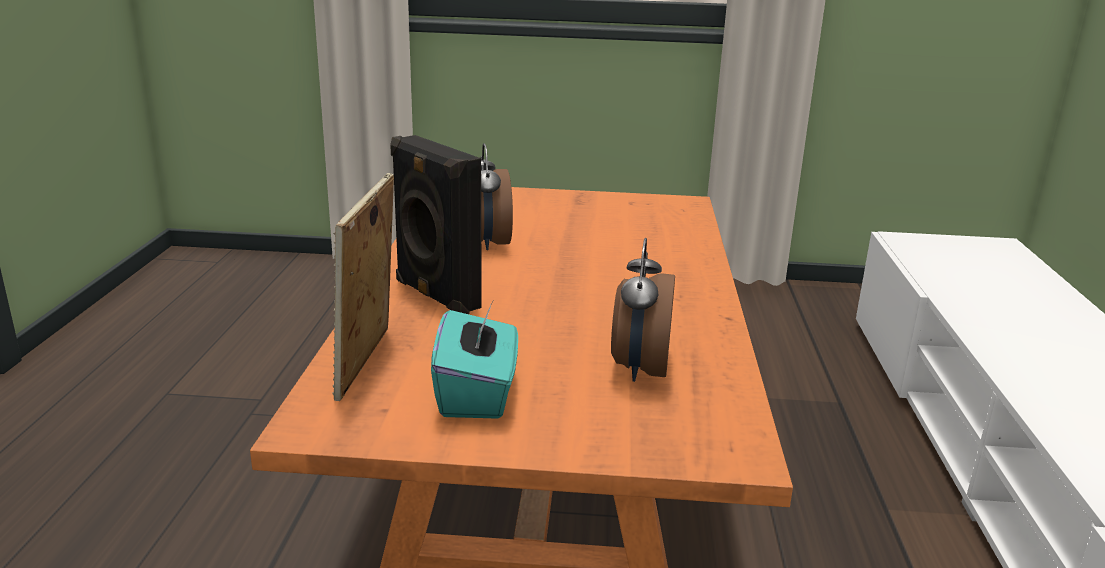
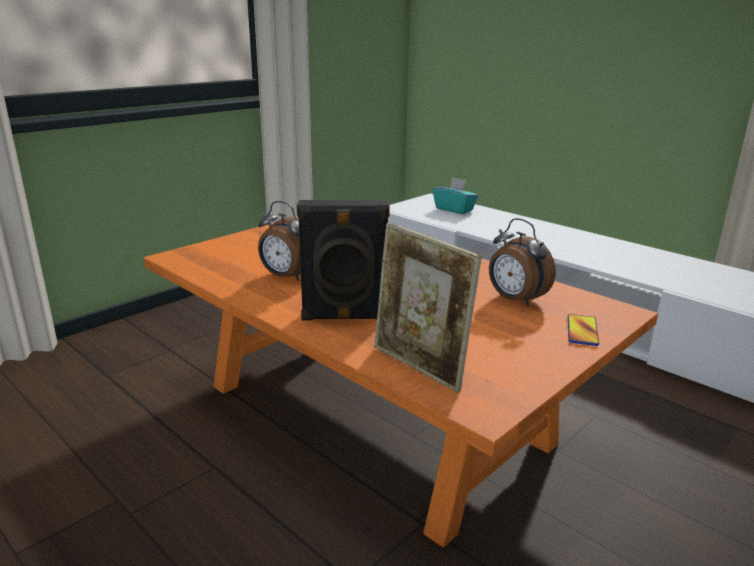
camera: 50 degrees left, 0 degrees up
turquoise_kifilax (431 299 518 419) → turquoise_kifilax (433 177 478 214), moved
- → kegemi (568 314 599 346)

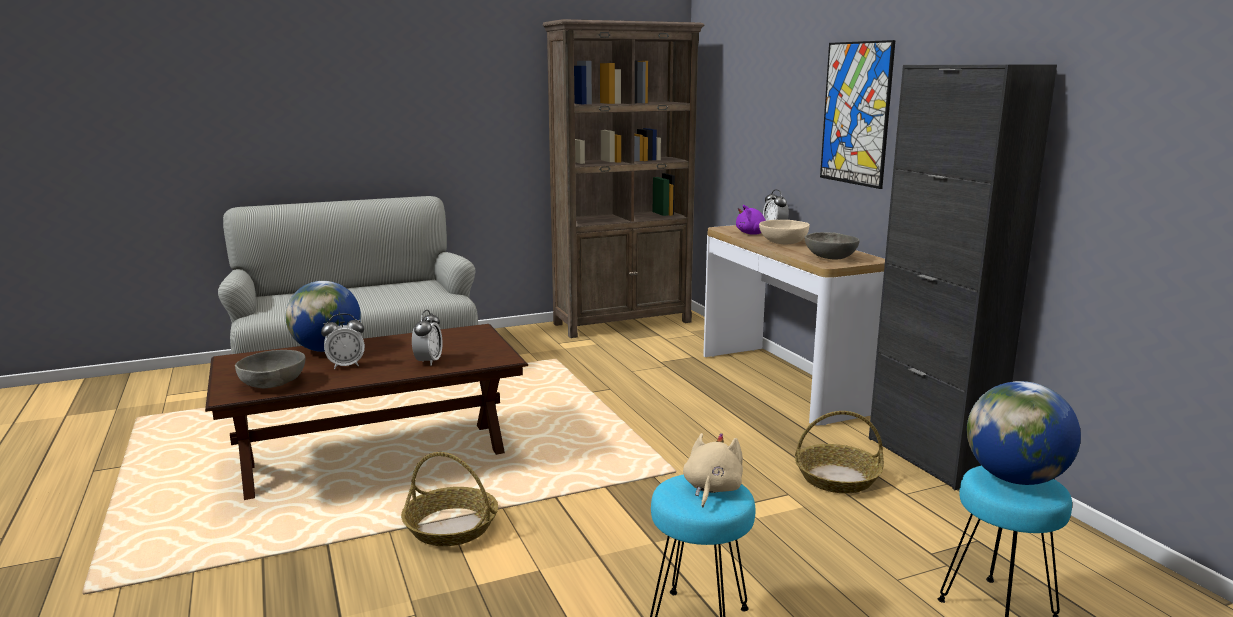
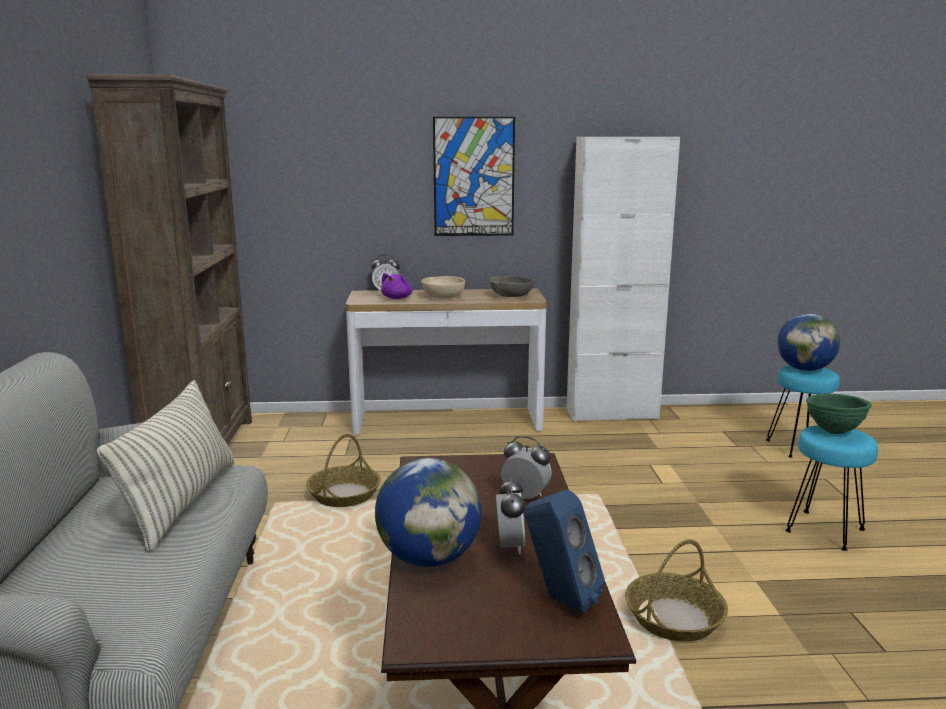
camera: 70 degrees left, 0 degrees up
- → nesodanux (97 380 234 553)
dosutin (795 411 884 493) → dosutin (306 434 381 507), moved
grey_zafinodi (235 350 305 388) → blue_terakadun (525 489 605 613)
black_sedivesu (869 64 1057 490) → white_sedivesu (567 137 680 422)
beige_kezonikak (683 433 743 508) → green_zafinodi (806 394 872 434)

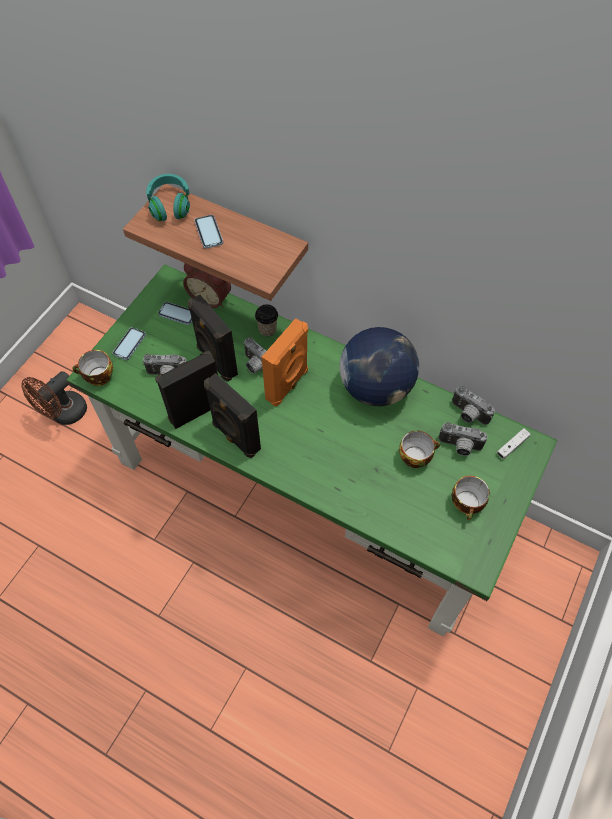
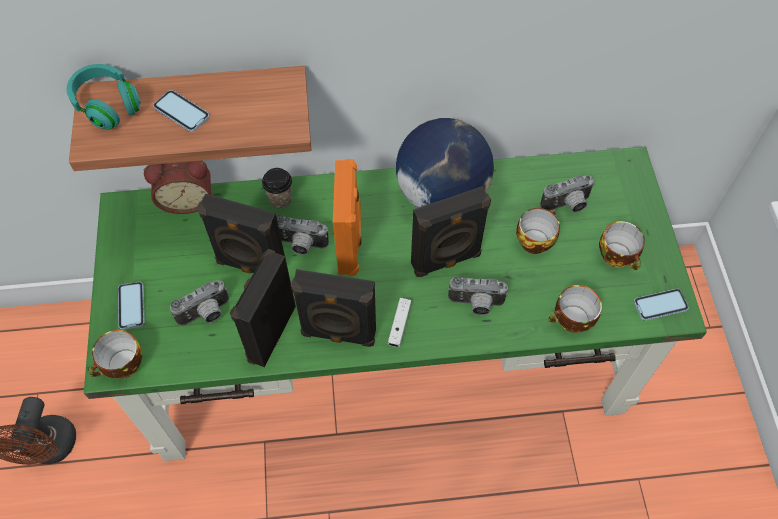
camera: 35 degrees left, 0 degrees up
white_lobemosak (497 428 531 459) → white_lobemosak (388 298 411 347), moved
- → black_terakadun (411 186 491 277)
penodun (452 386 495 425) → penodun (448 276 508 315), moved
- → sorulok (548 285 602 333)
kegemi (158 302 192 325) → kegemi (634 289 689 321), moved

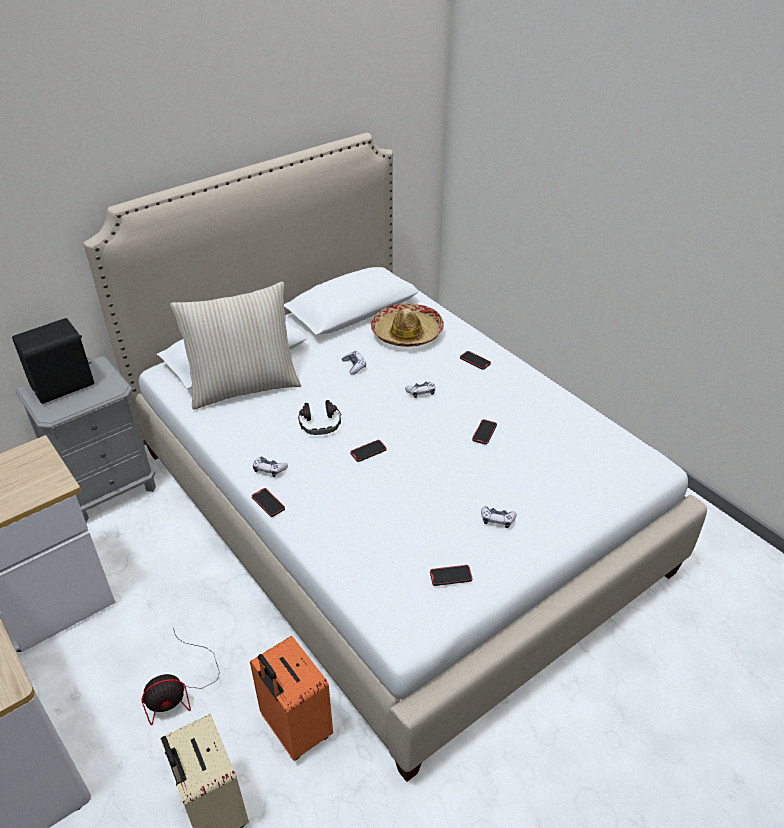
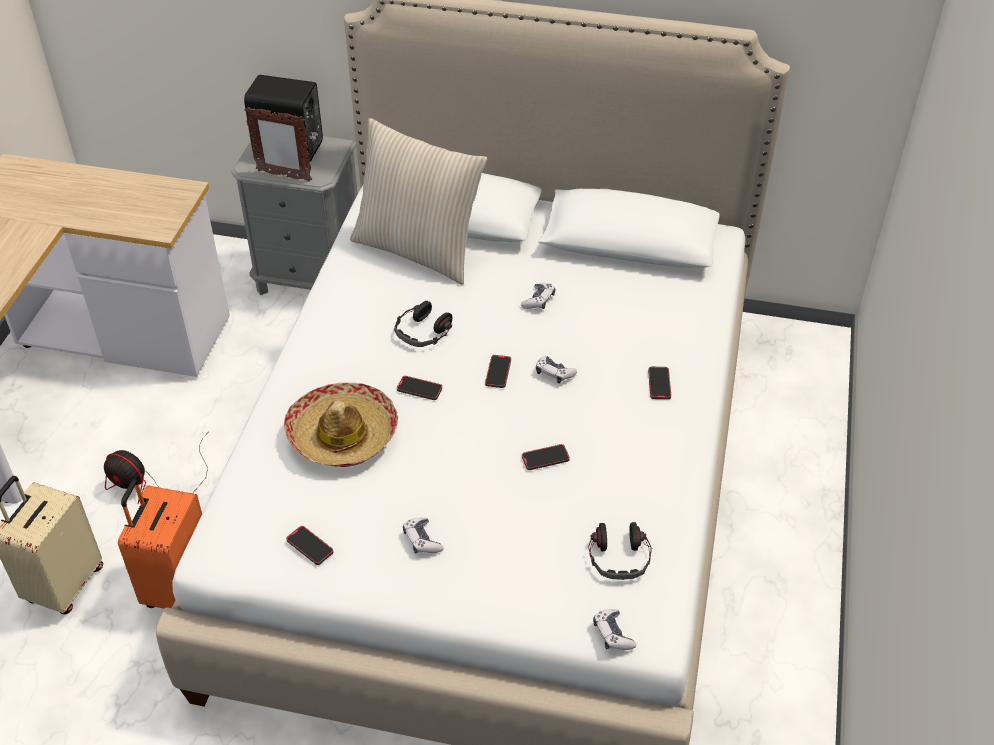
camera: 50 degrees right, 5 degrees up
- → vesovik (245 107 312 182)
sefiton (371 303 444 347) → sefiton (284 383 398 467), moved
kegemi (252 488 285 517) → kegemi (485 355 511 388), moved
- → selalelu (588 522 652 580)
lobemosak (253 456 288 477) → lobemosak (593 609 636 650), moved

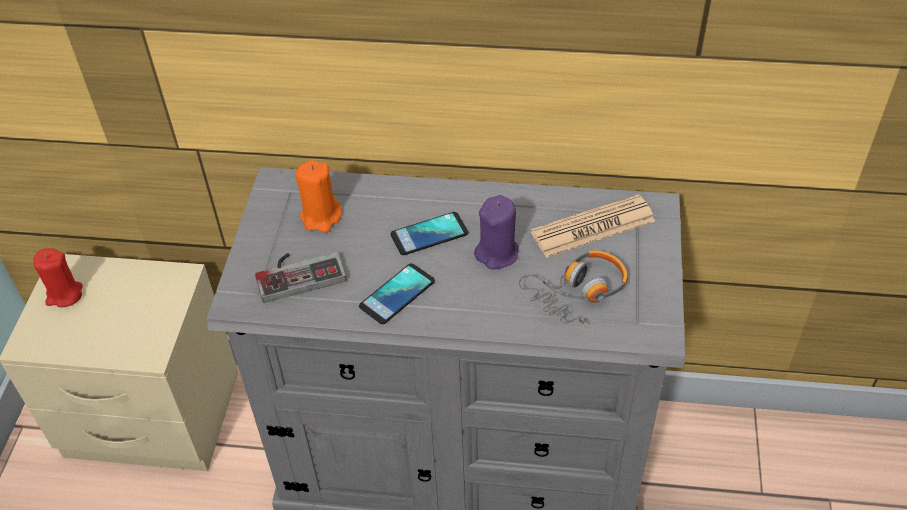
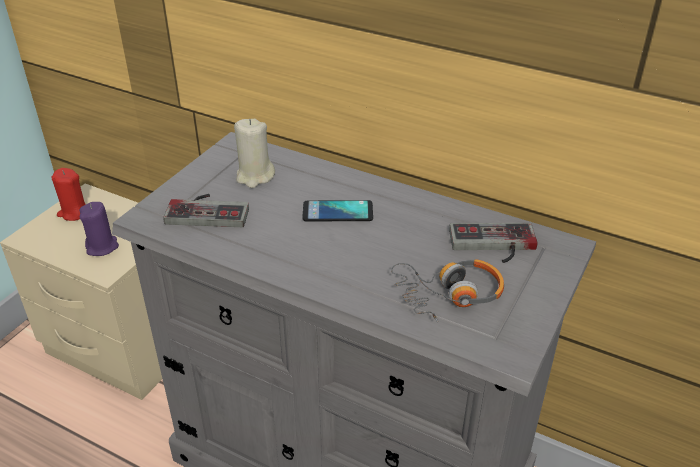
camera: 20 degrees right, 10 degrees down
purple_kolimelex (474 195 519 269) → purple_kolimelex (79 202 119 256), moved
orange_kolimelex (296 160 342 233) → beige_kolimelex (234 119 275 188)
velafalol (530 194 655 258) → lobemosak (449 223 538 263)
kegemi (359 263 435 324) → -

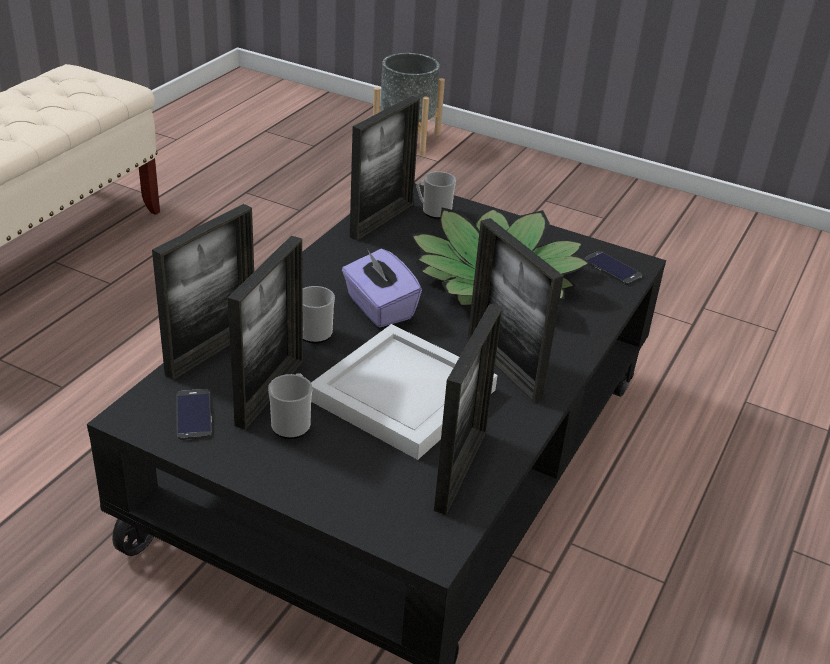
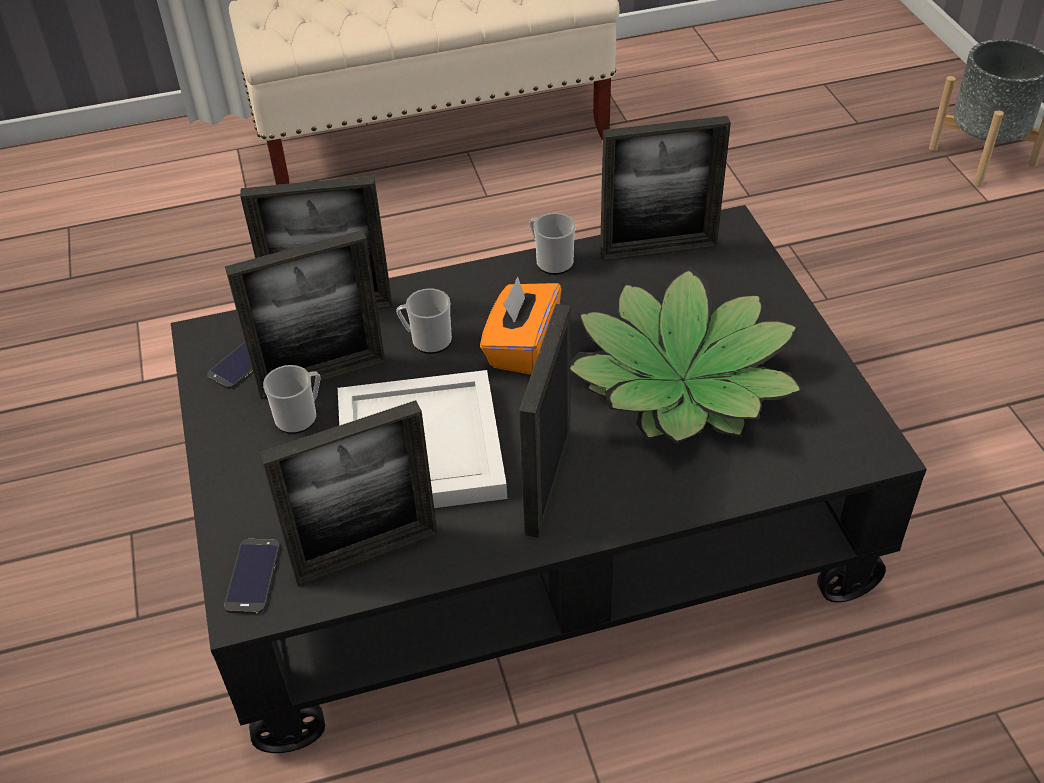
camera: 50 degrees right, 10 degrees up
kegemi (584 251 642 285) → kegemi (224 539 280 614), moved
purple_kifilax (342 249 422 328) → orange_kifilax (480 277 562 375)
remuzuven (416 171 456 219) → remuzuven (530 213 575 275), moved

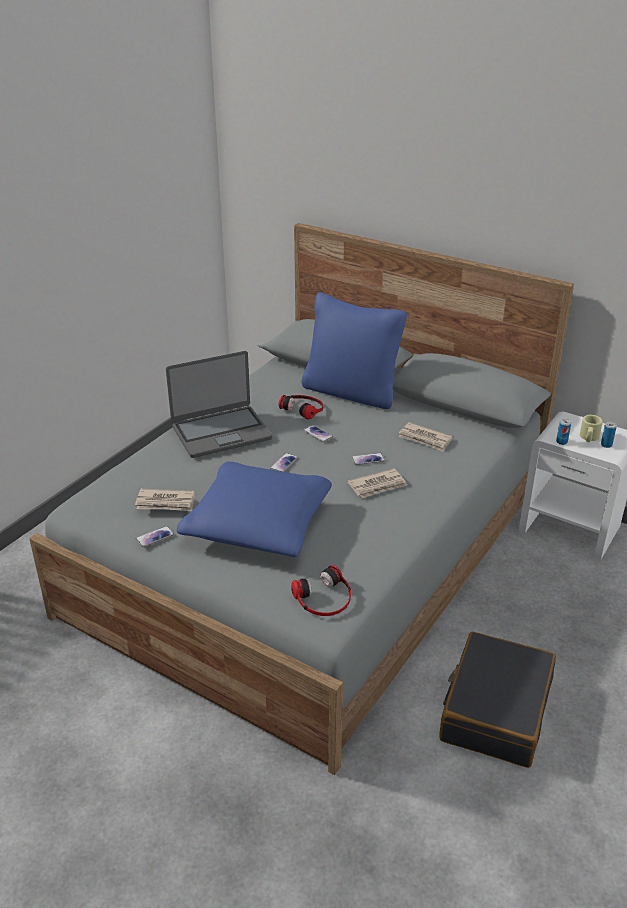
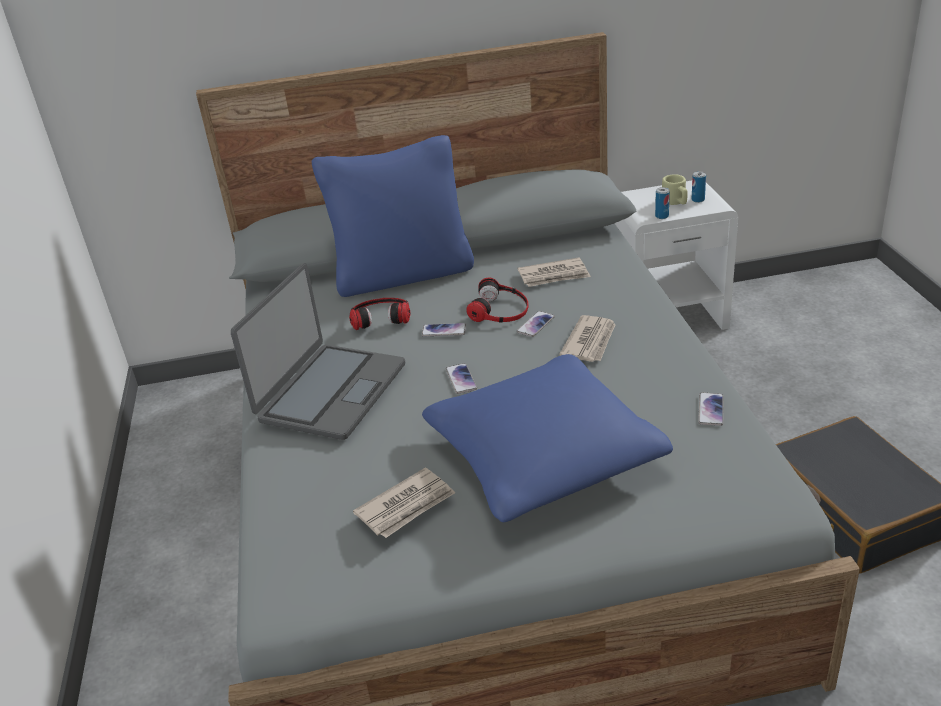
camera: 40 degrees left, 0 degrees up
selalelu (291 565 351 616) → selalelu (466 278 529 322), moved
kegemi (136 526 174 547) → kegemi (698 393 723 426), moved

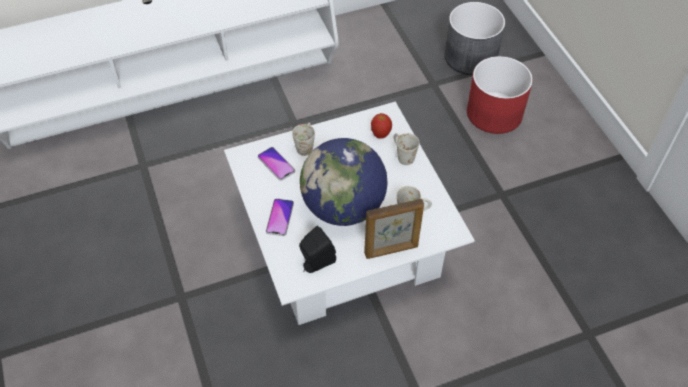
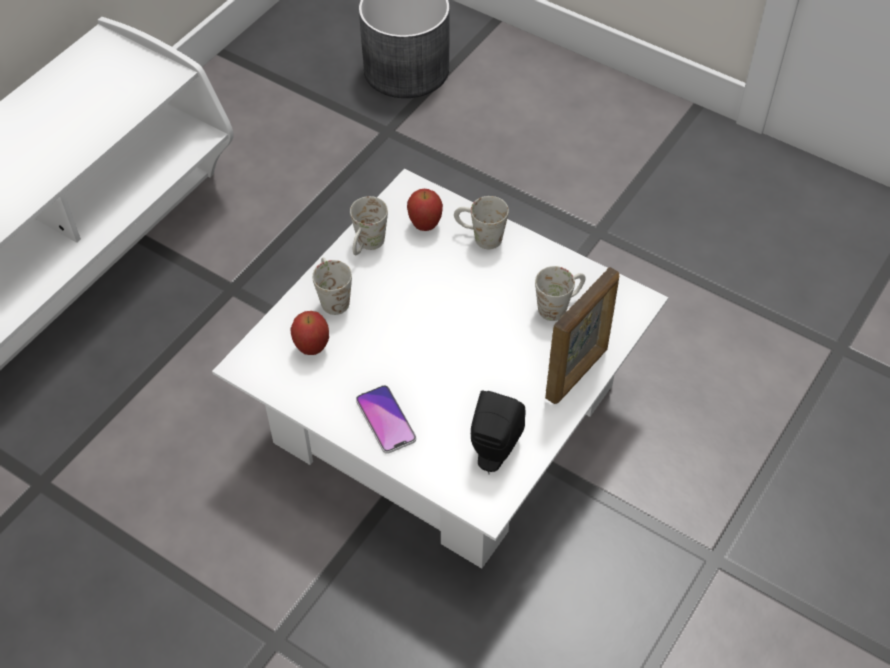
camera: 35 degrees left, 0 degrees up
kegemi (258 147 295 181) → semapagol (290 311 329 355)
- → white_remuzuven (350 196 388 255)
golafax (300 138 388 226) → -
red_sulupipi (467 56 533 134) → -

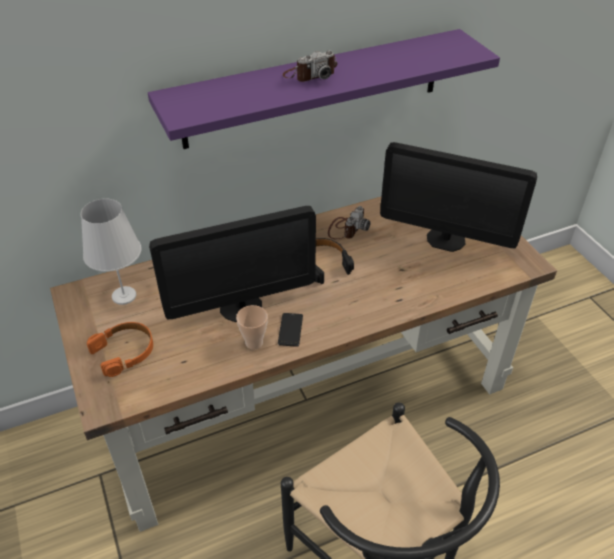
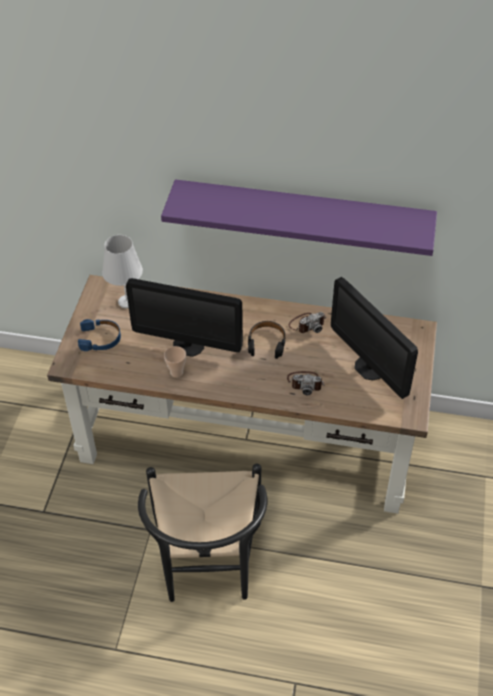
camera: 35 degrees right, 5 degrees up
orange_selalelu (87 322 153 377) → blue_selalelu (78 319 121 351)
penodun (283 50 337 82) → penodun (287 371 325 395), moved
kegemi (278 313 303 347) → -

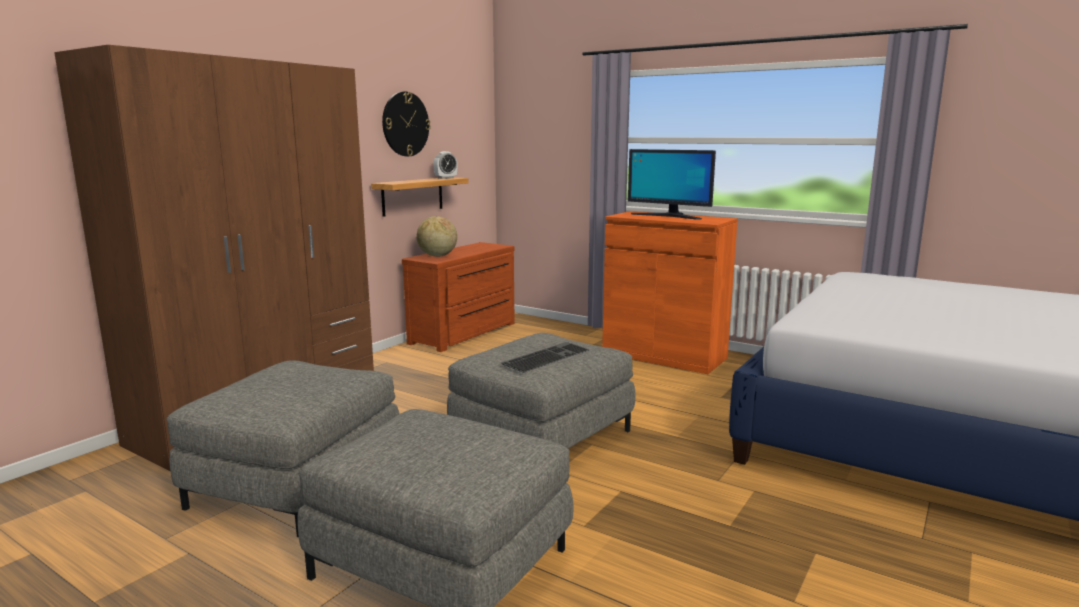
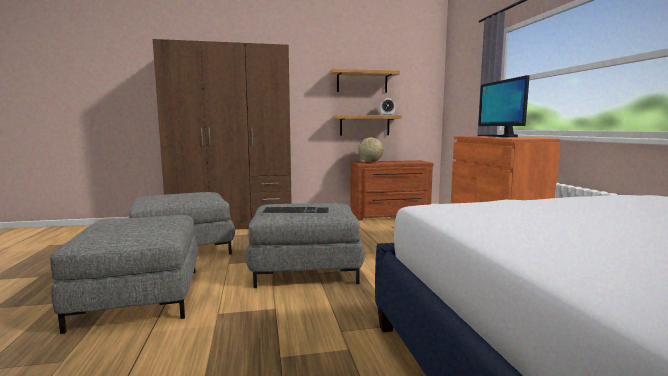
camera: 45 degrees right, 5 degrees down
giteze (382 91 430 156) → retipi (330 68 400 93)

